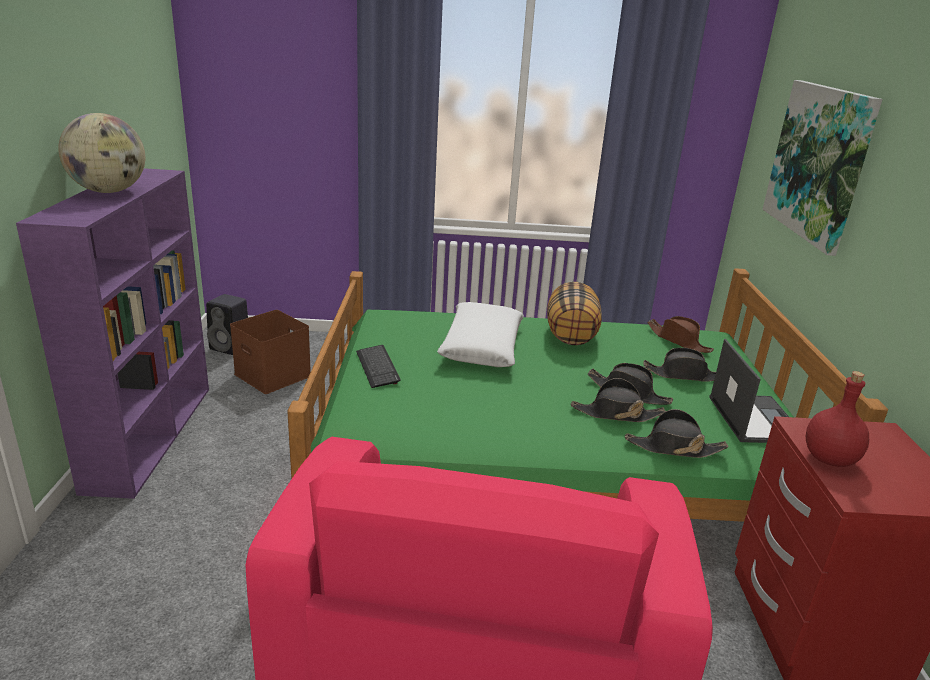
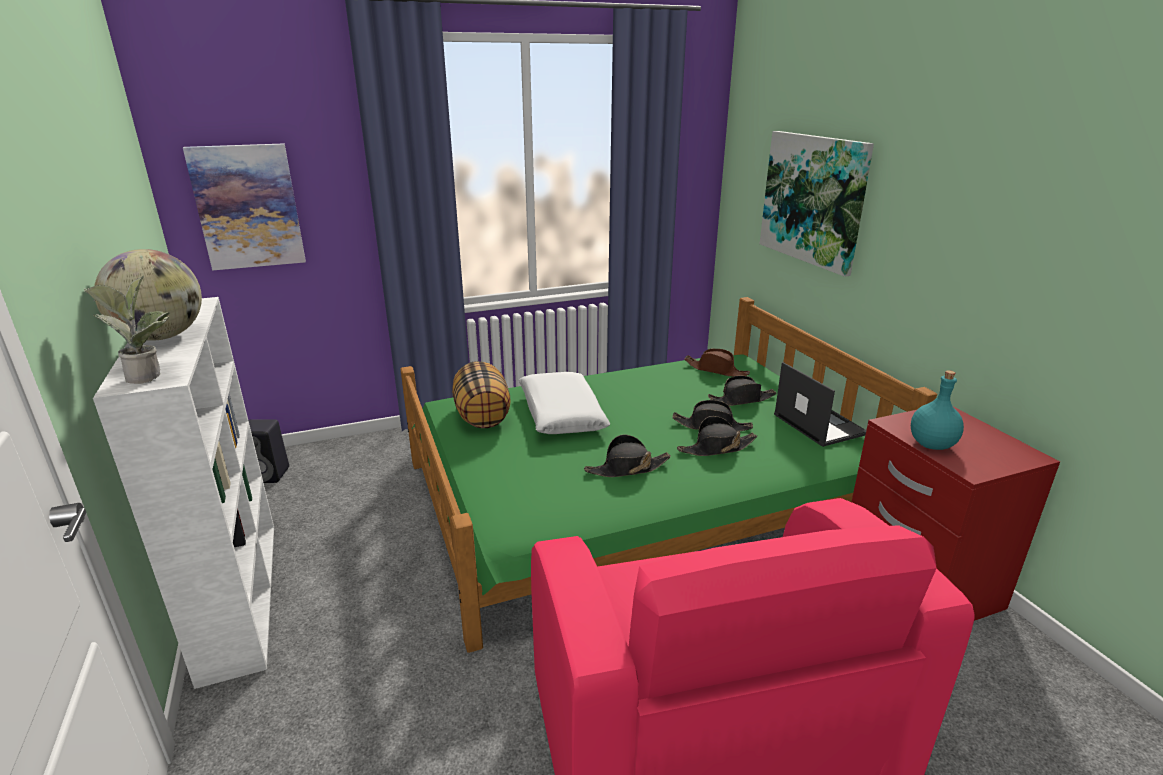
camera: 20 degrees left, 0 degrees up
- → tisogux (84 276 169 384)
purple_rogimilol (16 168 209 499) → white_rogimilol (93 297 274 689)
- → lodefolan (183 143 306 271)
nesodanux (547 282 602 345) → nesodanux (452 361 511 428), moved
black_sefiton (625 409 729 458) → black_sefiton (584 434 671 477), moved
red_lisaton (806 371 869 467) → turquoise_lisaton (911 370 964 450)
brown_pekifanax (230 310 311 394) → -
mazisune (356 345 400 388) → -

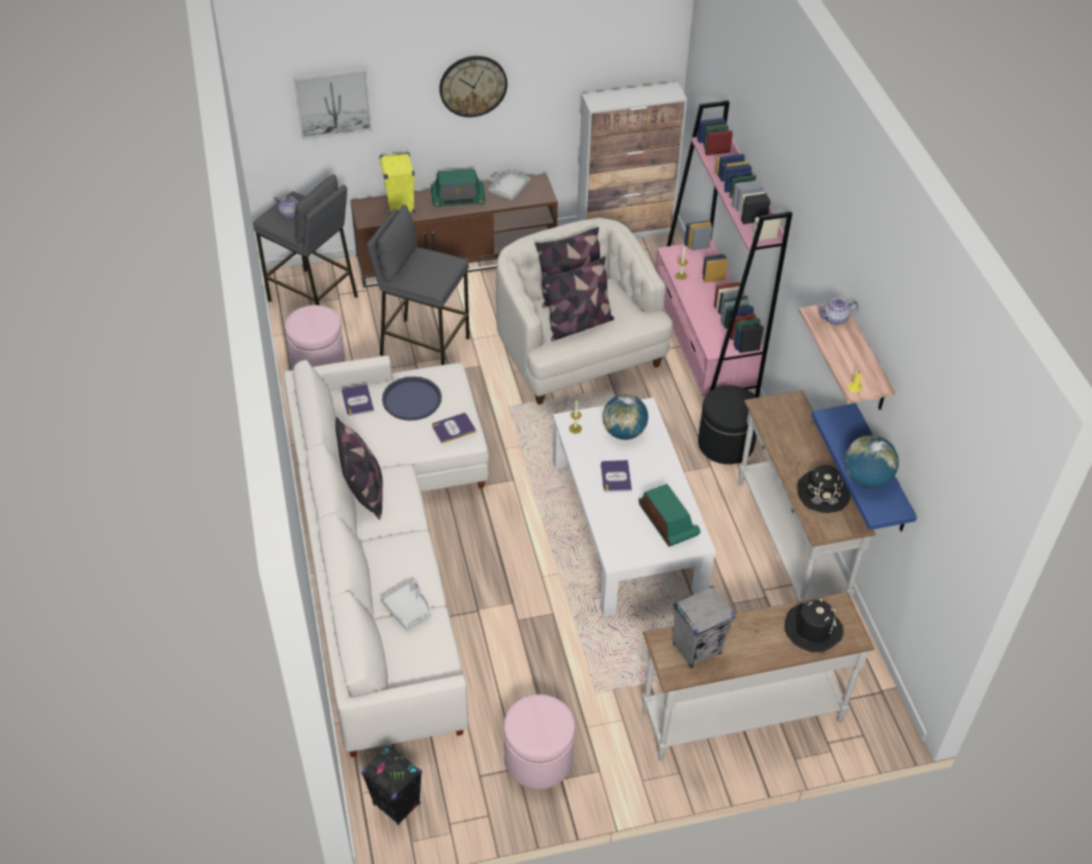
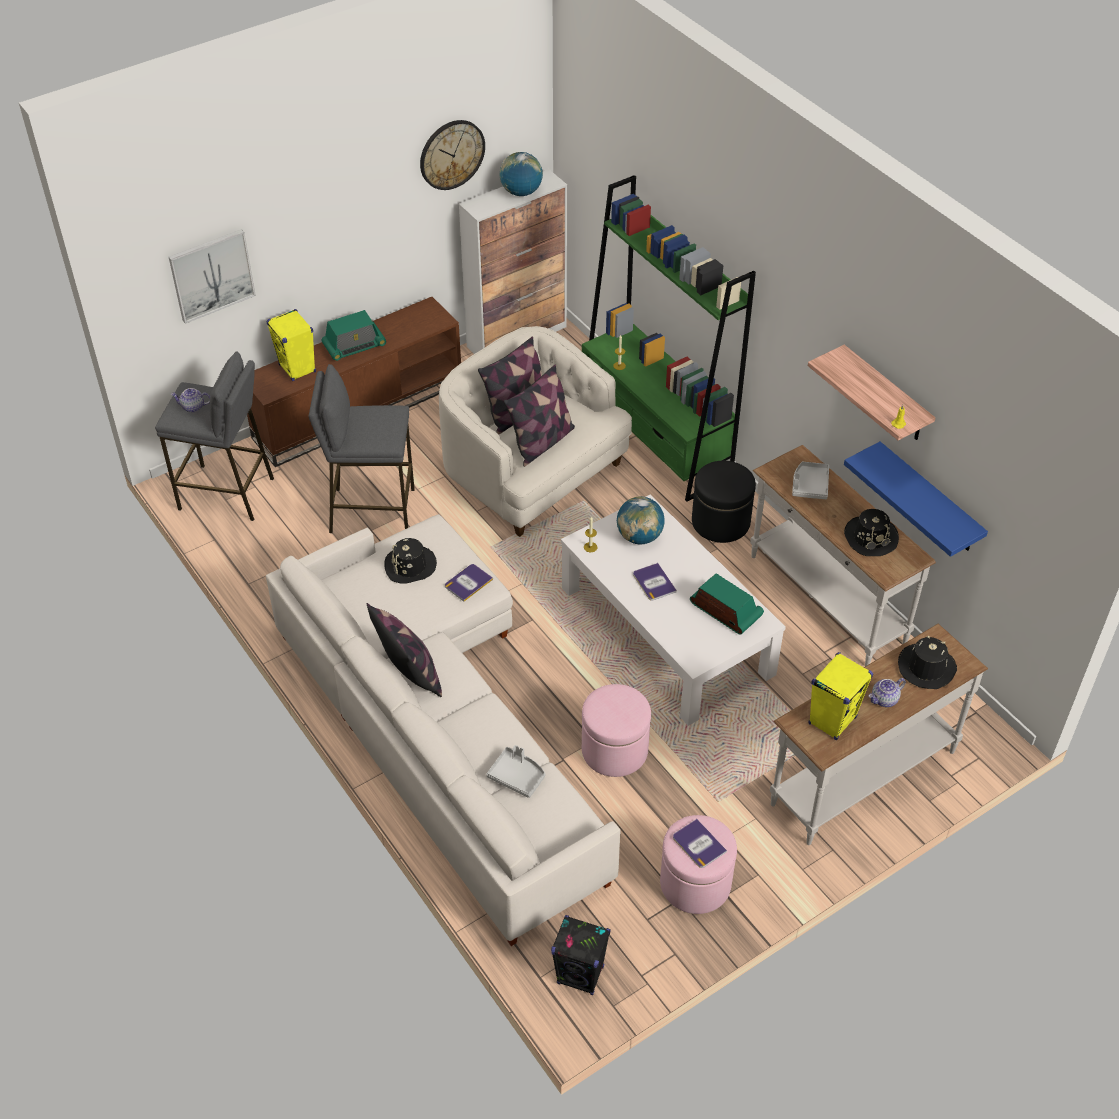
camera: 20 degrees left, 0 degrees up
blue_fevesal (382 377 442 421) → black_sefiton (385 538 437 583)
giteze (439 56 507 117) → giteze (420 120 485 190), moved
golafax (844 435 899 488) → golafax (500 152 543 196), moved
pink_rogimilol (655 100 793 398) → green_rogimilol (582 175 756 502)
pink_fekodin (285 305 345 370) → pink_fekodin (582 684 651 777), moved
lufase (342 384 374 416) → lufase (673 819 727 868), moved
grey_fevesal (488 171 530 200) → grey_fevesal (792 462 829 499), moved
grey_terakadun (673 585 735 668) → yellow_terakadun (809 652 873 740)
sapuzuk (817 298 859 325) → sapuzuk (869 678 906 707), moved

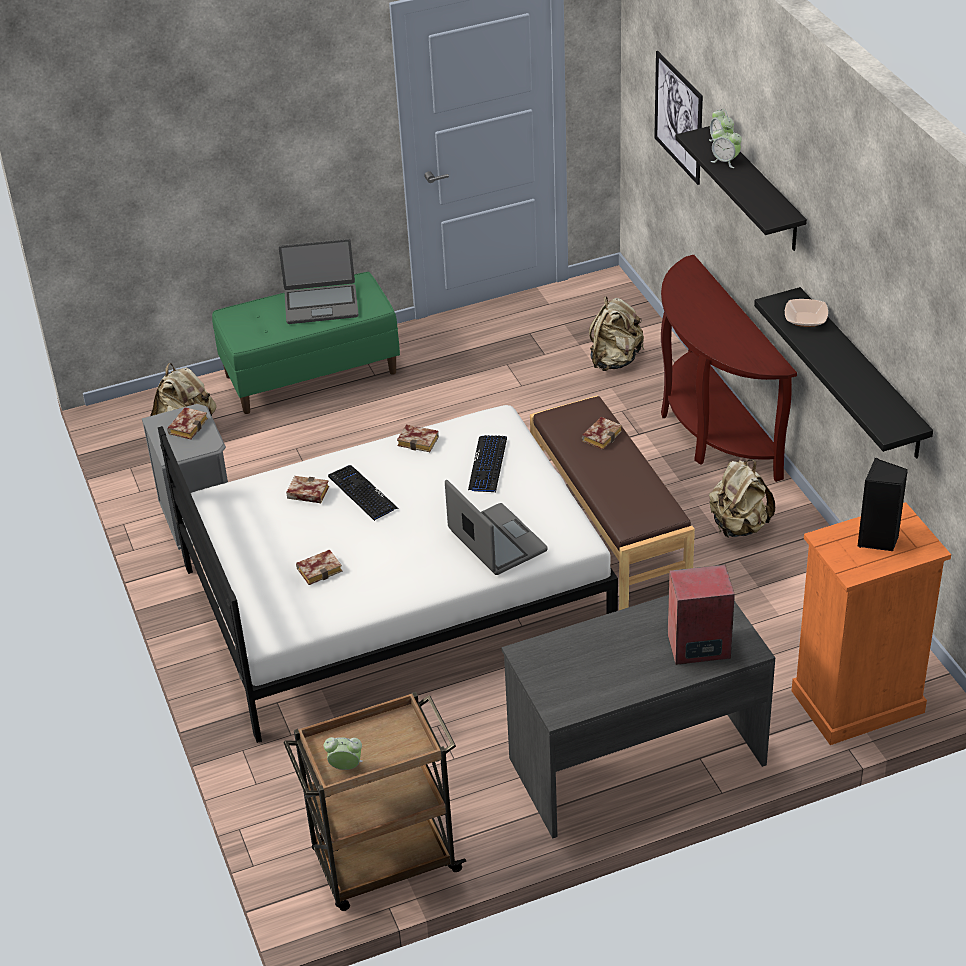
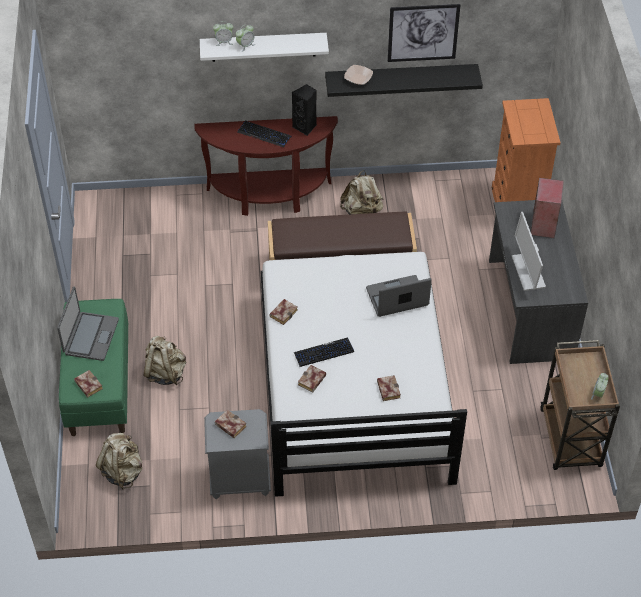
camera: 75 degrees left, 10 degrees up
lufase (582 417 622 450) → lufase (74 370 103 398), moved
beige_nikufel (589 296 644 371) → beige_nikufel (143 336 186 386), moved
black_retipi (675 126 807 251) → white_retipi (200 33 329 62)
mazisune (468 435 507 493) → mazisune (237 121 292 147), moved
black_terakadun (857 458 908 551) → black_terakadun (292 84 316 136), moved
lodefolan (654 51 703 185) → lodefolan (388 4 460 62), moved
- → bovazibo (512 212 546 291)

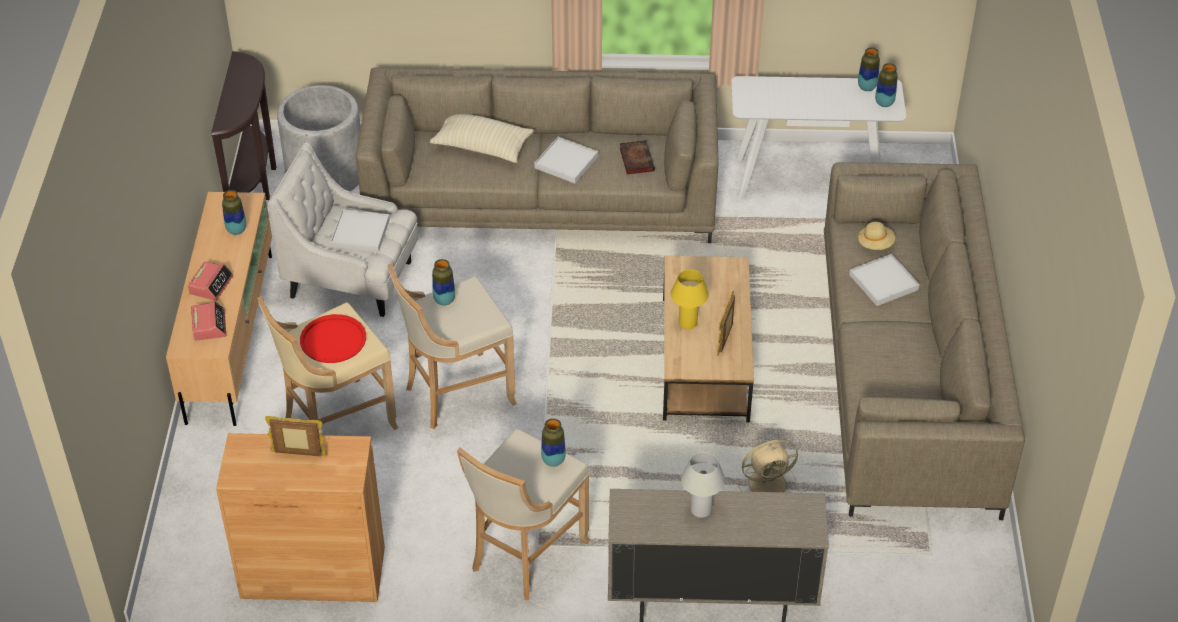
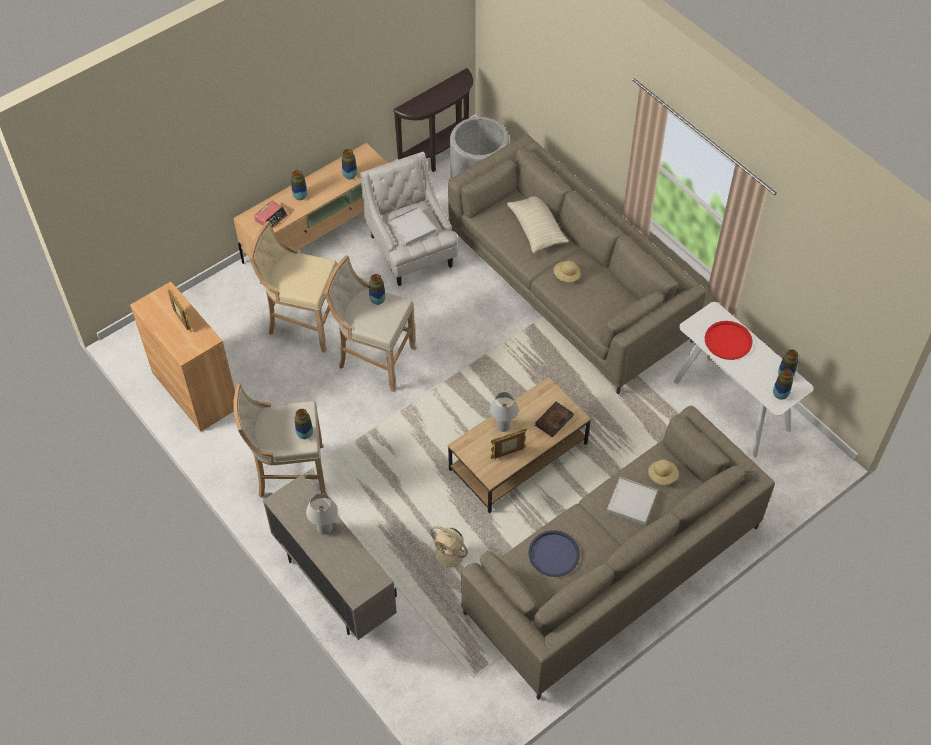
camera: 50 degrees right, 10 degrees up
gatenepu (188 261 234 301) → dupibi (291 170 307 200)
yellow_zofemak (670 269 709 329) → white_zofemak (490 392 519 432)
- → blue_fevesal (528 530 580 577)
lufase (620 140 655 174) → lufase (535 402 574 437), moved
white_fevesal (534 137 598 183) → beige_sefiton (554 260 581 282)
red_fevesal (300 314 366 363) → red_fevesal (705 321 753 360), moved

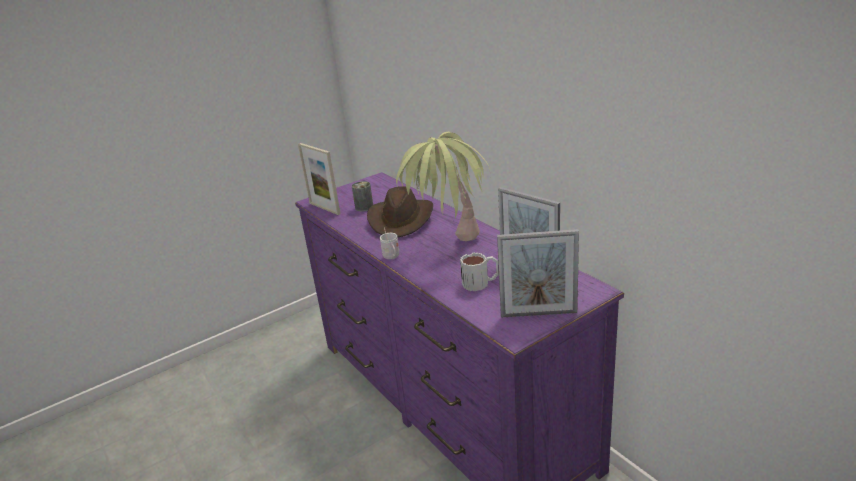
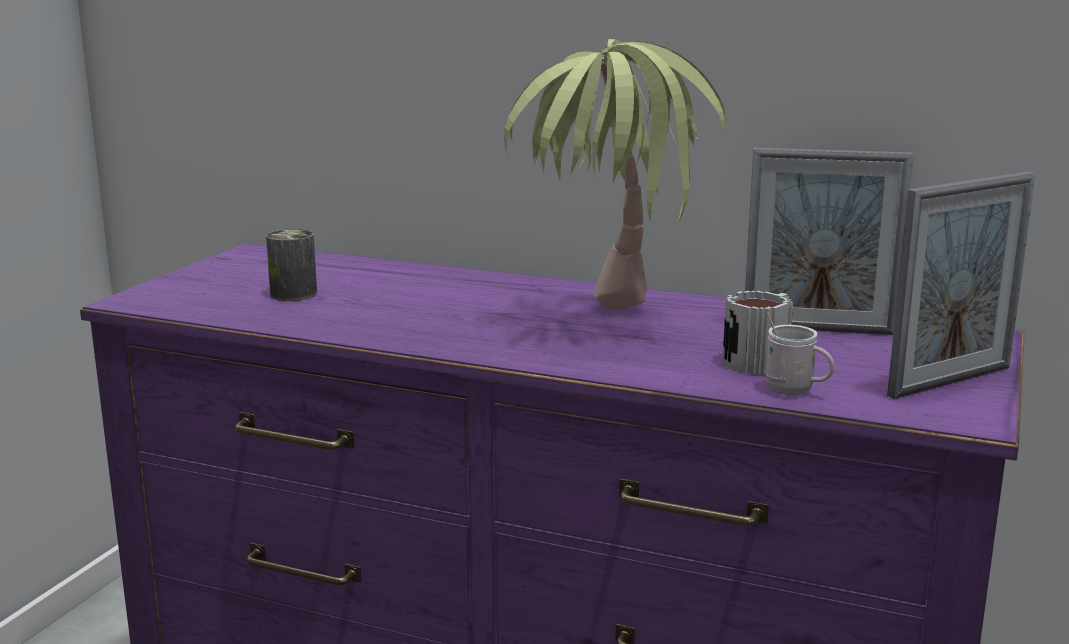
camera: 35 degrees left, 10 degrees down
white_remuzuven (380 227 399 259) → white_remuzuven (766 312 834 395), moved
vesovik (298 143 340 215) → -
brown_sefiton (367 186 433 238) → -

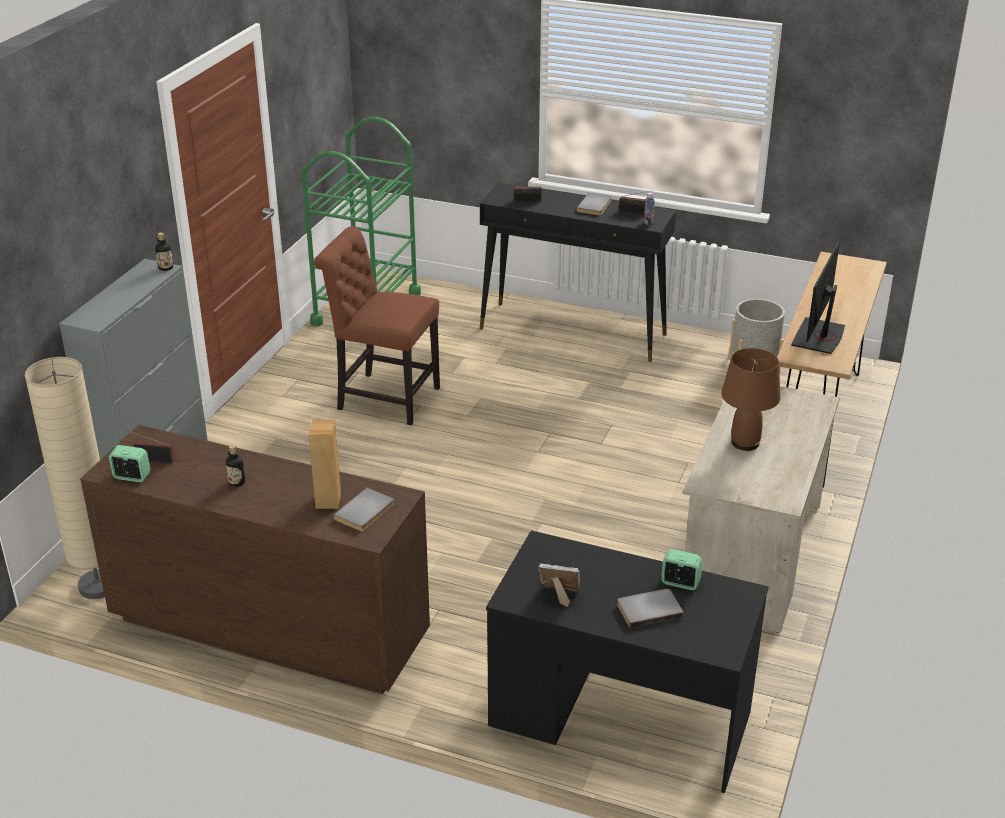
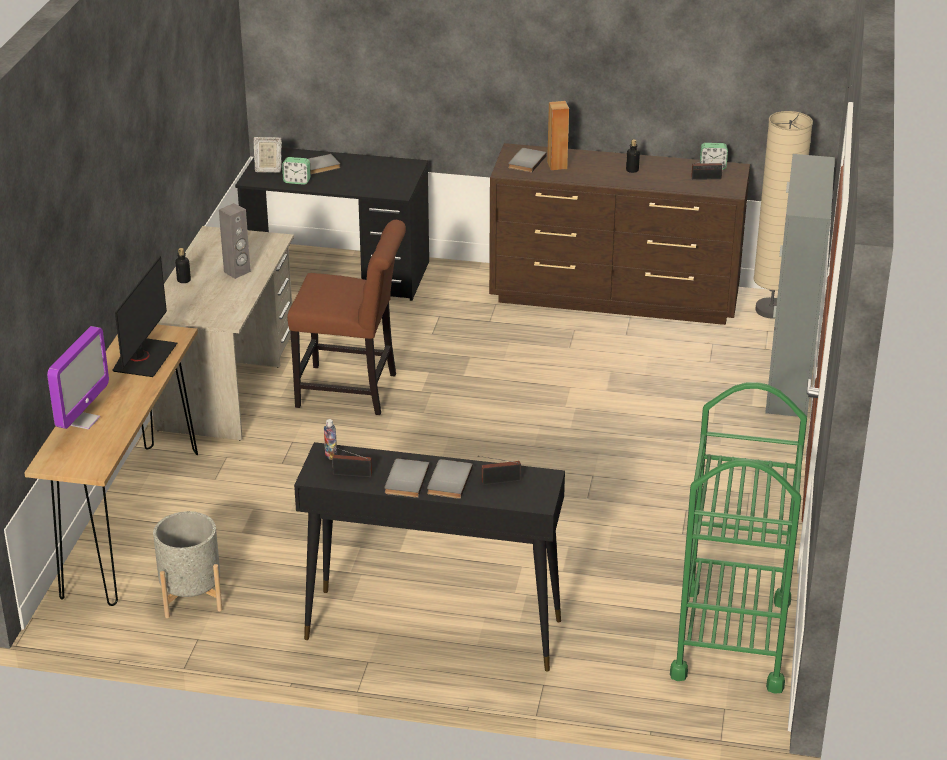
camera: 170 degrees right, 0 degrees up
- → bovazibo (47 326 109 429)
lisaton (155 232 173 271) → lisaton (175 248 191 283), moved
brown_zofemak (721 348 781 451) → grey_terakadun (219 203 251 279)
vesovik (538 563 580 607) → vesovik (254 137 282 173), moved
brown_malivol (314 226 440 425) → brown_malivol (287 220 406 415), moved
- → grey_lufase (427 459 473 499)

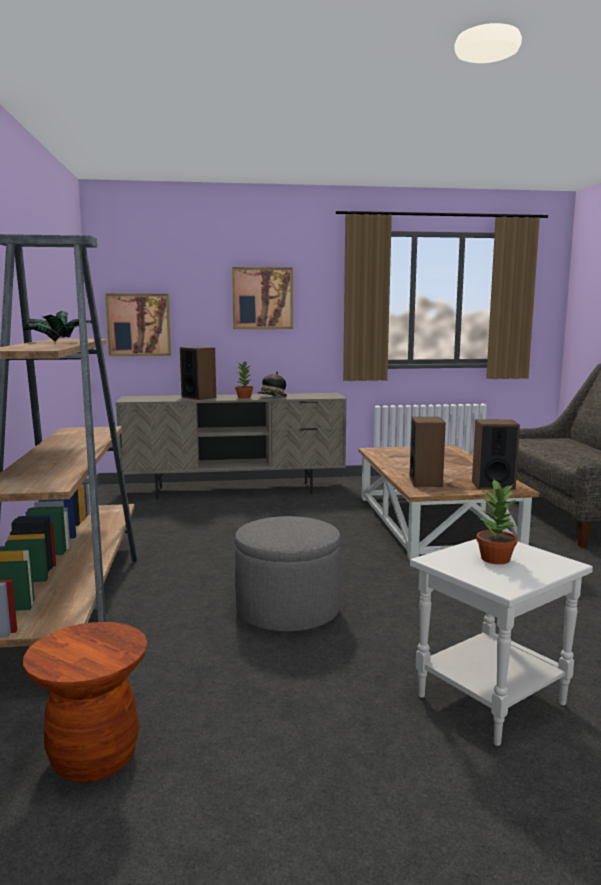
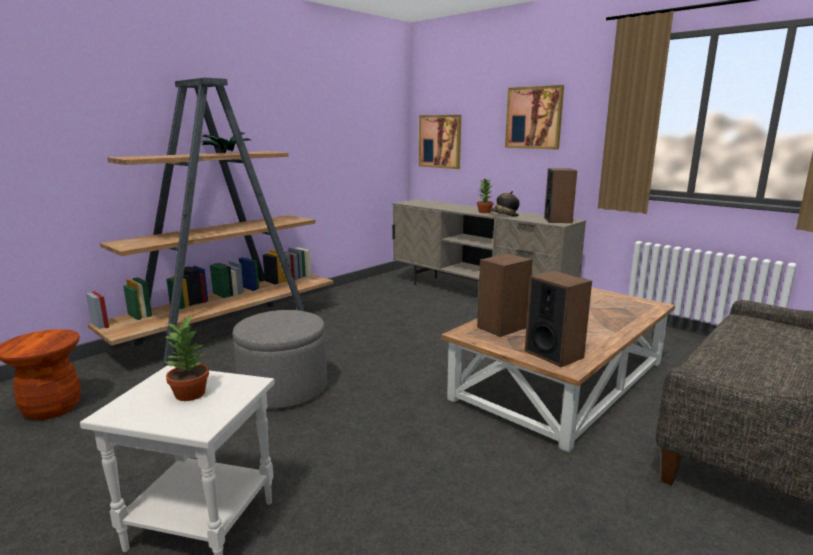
camera: 50 degrees right, 5 degrees up
terakadun (180 347 216 400) → terakadun (544 168 577 223), moved

